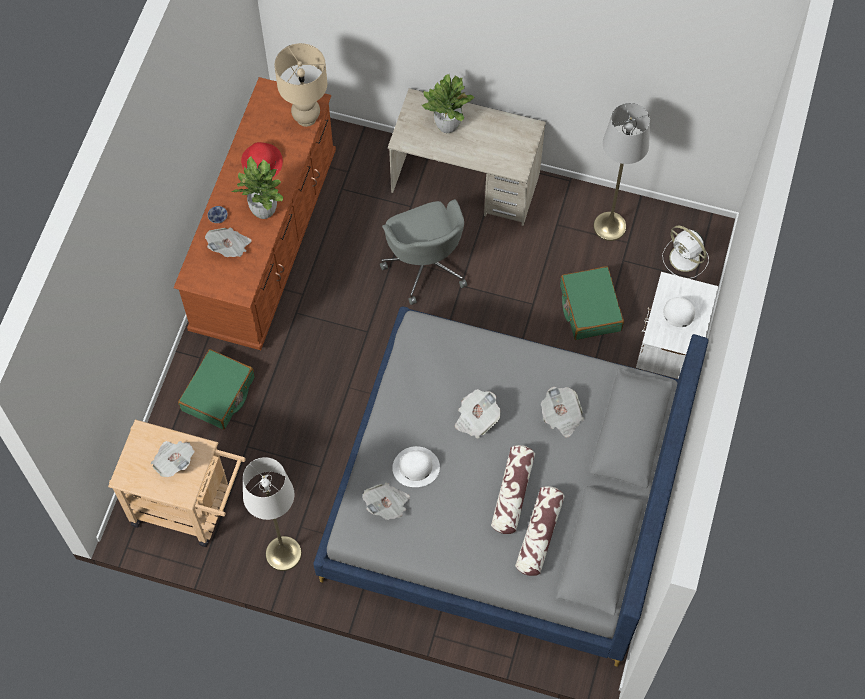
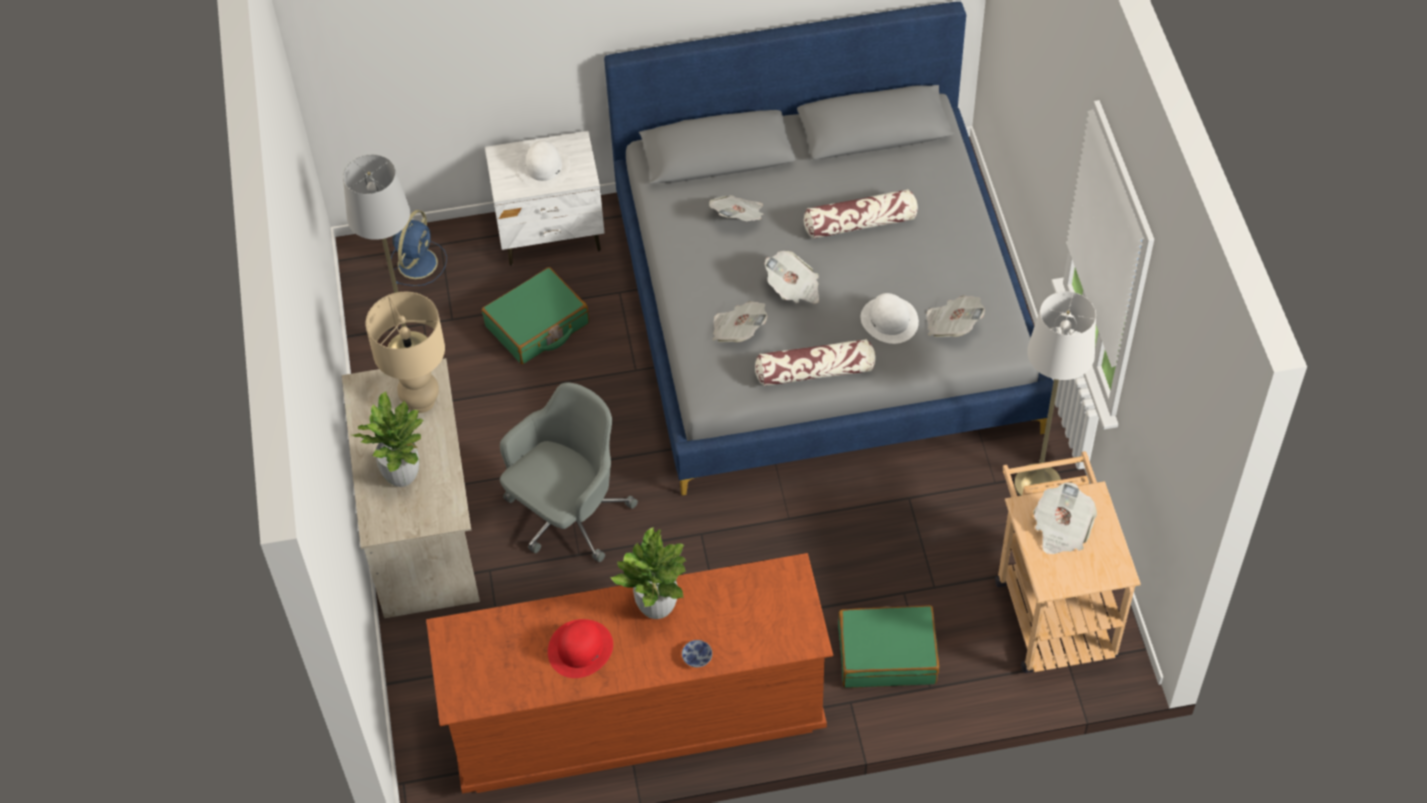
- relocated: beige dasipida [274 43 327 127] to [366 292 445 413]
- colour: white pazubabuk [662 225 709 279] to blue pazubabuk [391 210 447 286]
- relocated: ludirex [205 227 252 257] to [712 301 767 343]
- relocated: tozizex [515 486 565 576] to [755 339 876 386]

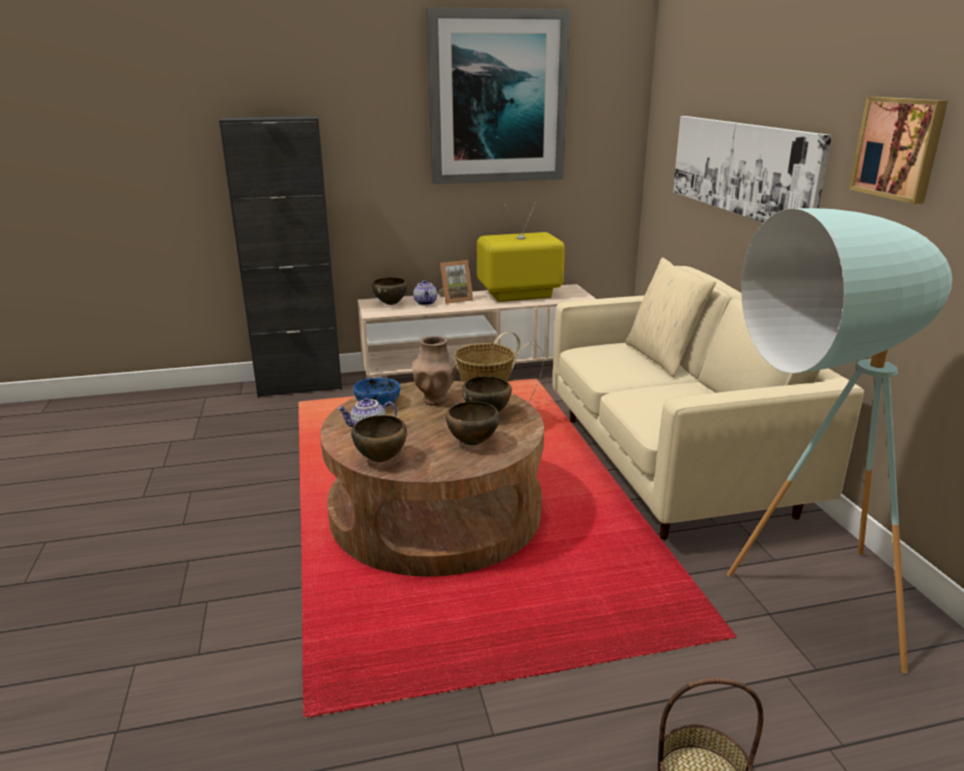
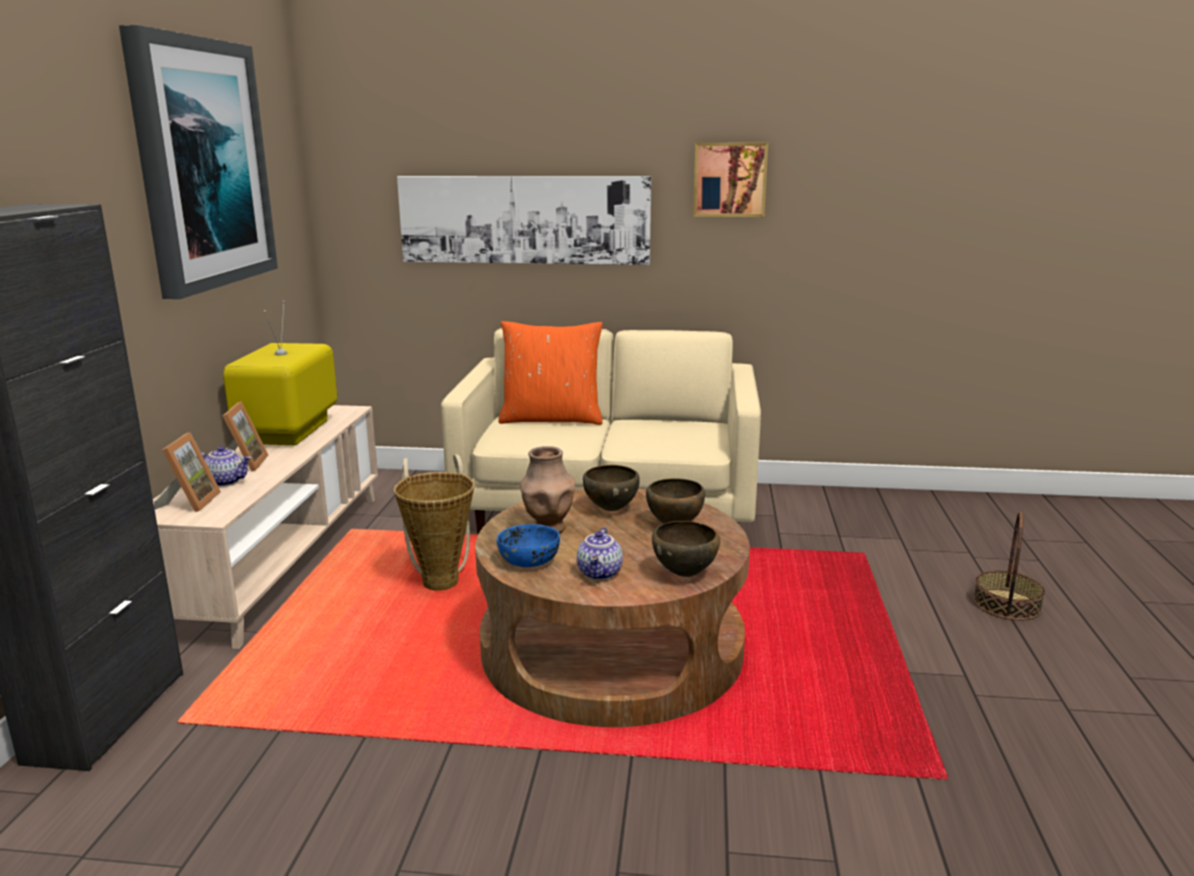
- missing: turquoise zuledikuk [727 208 952 674]
- colour: beige tozizex [625 257 716 377] to orange tozizex [499 321 603 425]
- exchanged: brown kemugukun [372 277 408 305] to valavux [154 432 221 512]

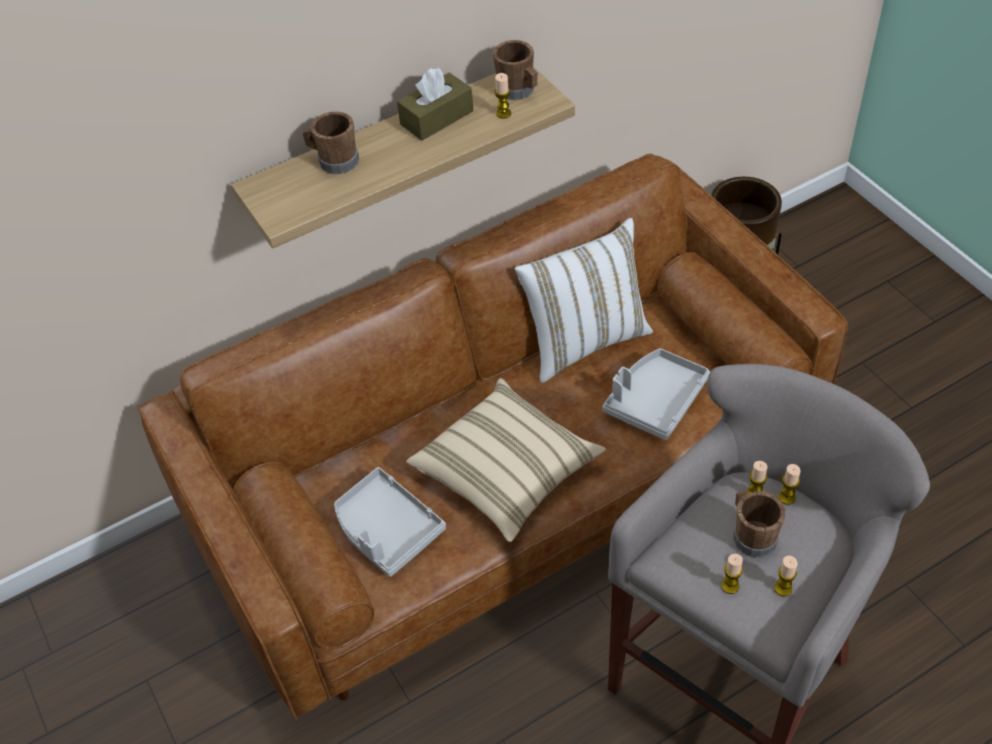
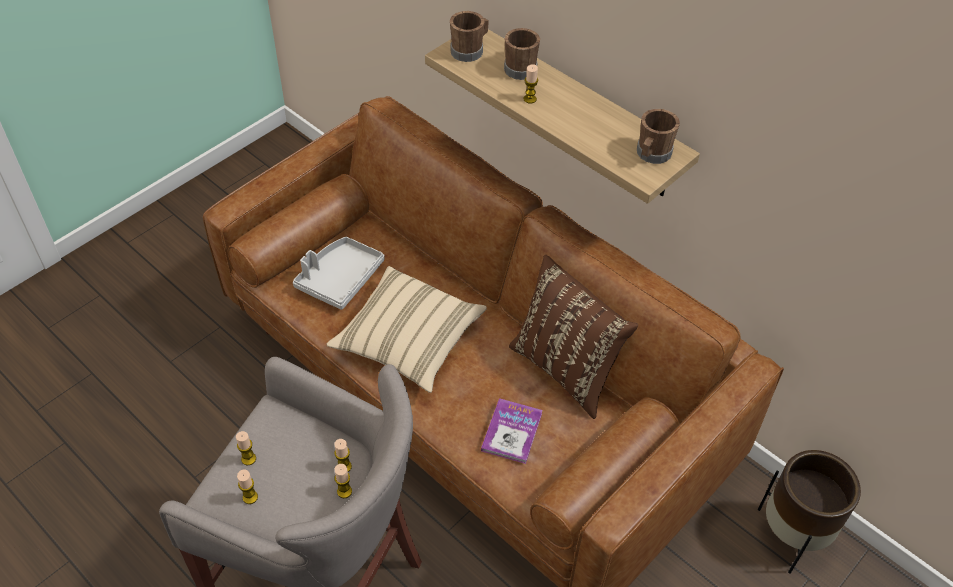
- missing: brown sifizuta [397 68 473 141]
- relocated: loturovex [495 73 511 119] to [523 64 538 104]
- colour: white tozizex [515 218 653 383] to brown tozizex [509 255 638 419]
- exchanged: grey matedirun [603 348 710 440] to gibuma [481 398 543 464]
- relocated: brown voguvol [733 490 785 557] to [450 11 489 62]

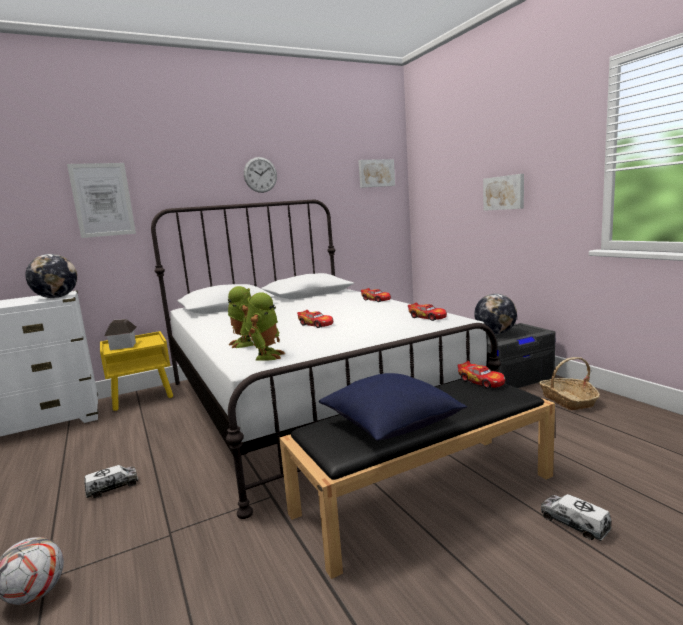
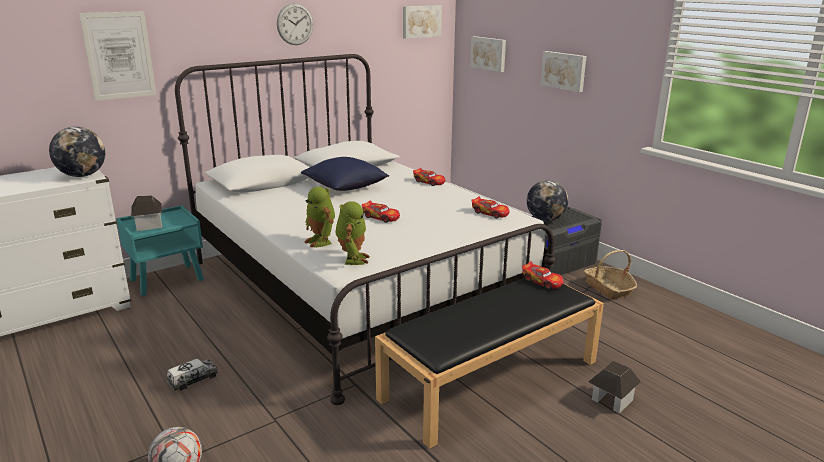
- colour: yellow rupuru [100 331 173 411] to turquoise rupuru [116 205 204 296]
- relocated: blue tozizex [319 373 467 441] to [301 157 389 191]
- exchanged: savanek [541 494 612 541] to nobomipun [589 361 641 414]
- appeared: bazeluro [470 36 506 72]

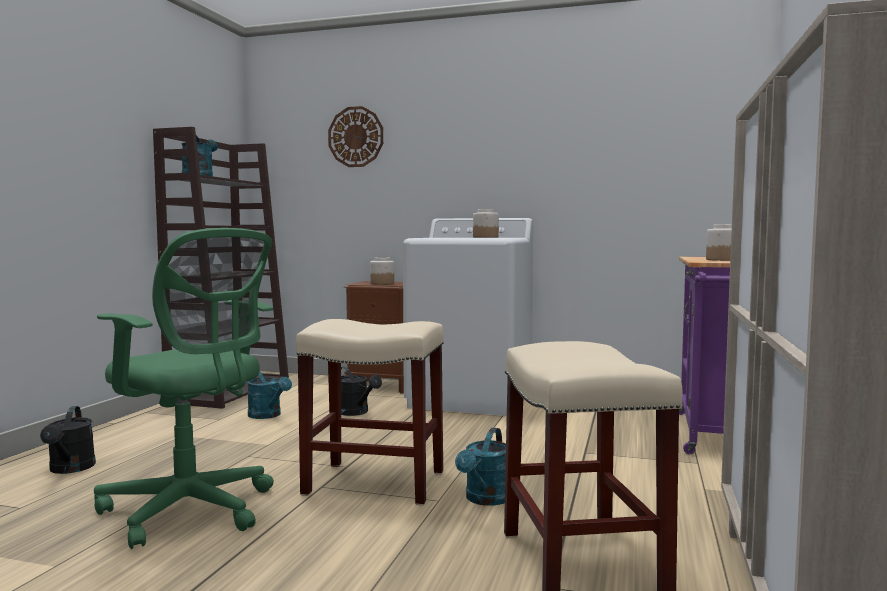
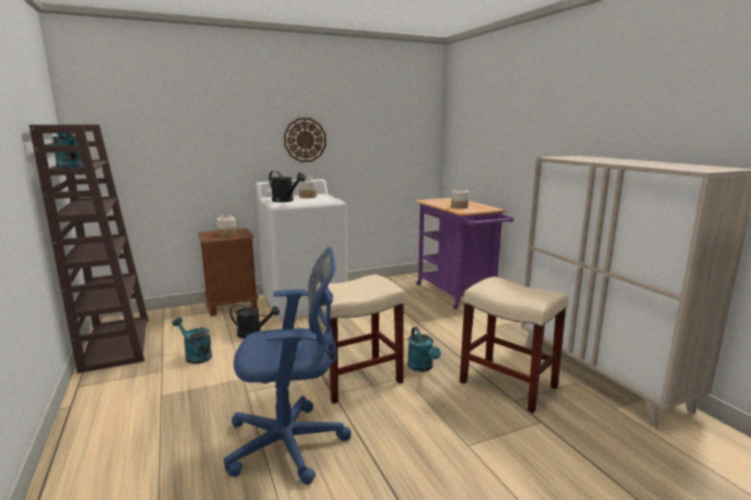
- relocated: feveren [328 106 383 167] to [284 118 326 162]
- colour: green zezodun [94 228 274 549] to blue zezodun [223 247 351 485]
- spun: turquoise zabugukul [247 372 292 419] = [172 317 212 364] 150 degrees counterclockwise
- relocated: black zabugukul [40 406 96 474] to [269 171 306 202]

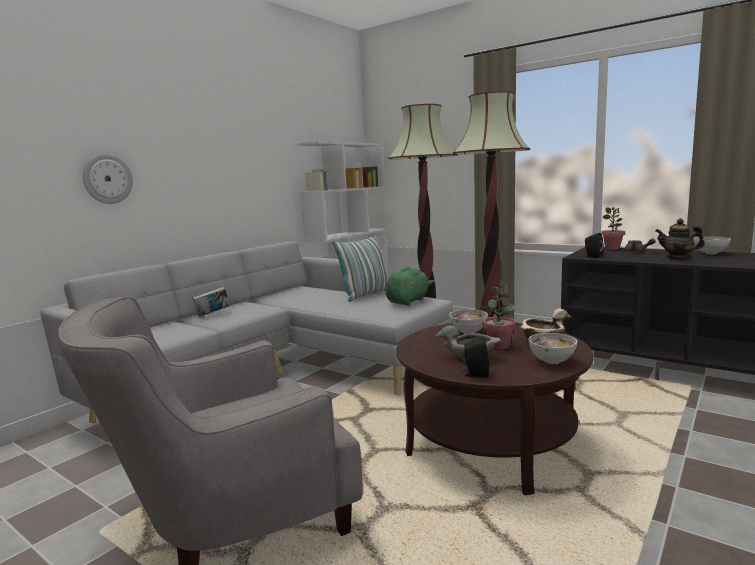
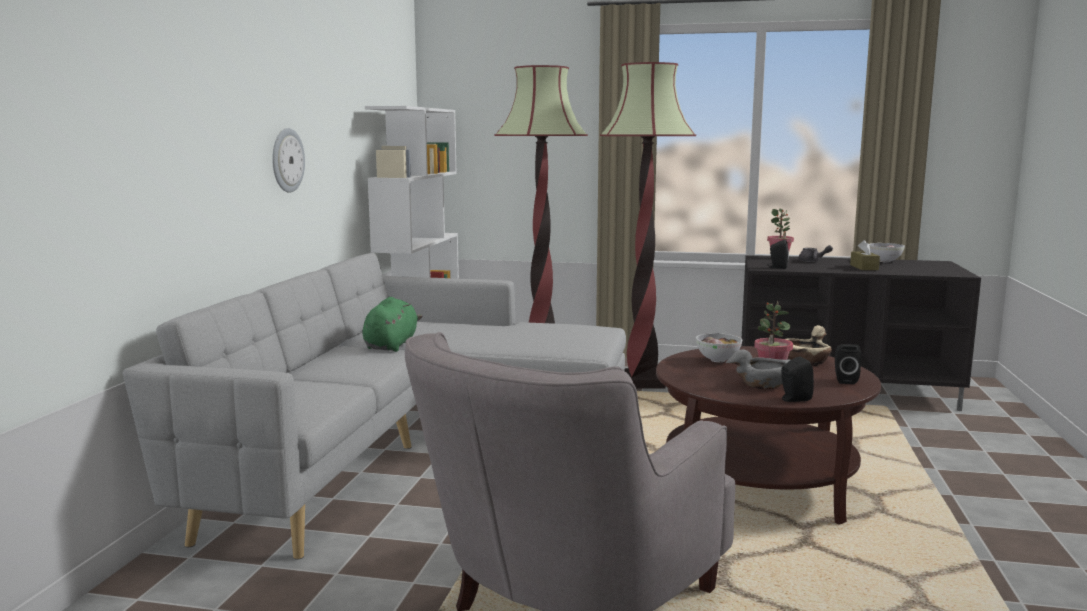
- relocated: feveren [83 154 133 204] to [272 128 305 193]
- exchanged: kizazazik [655 219 705 260] to brown sifizuta [850 240 880 270]
- missing: tozizex [333 236 388 302]
- relocated: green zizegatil [386 266 435 306] to [362 297 423 352]
- missing: gibuma [193 287 230 317]
- exchanged: kemugukun [529 333 577 364] to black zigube [835 344 861 384]

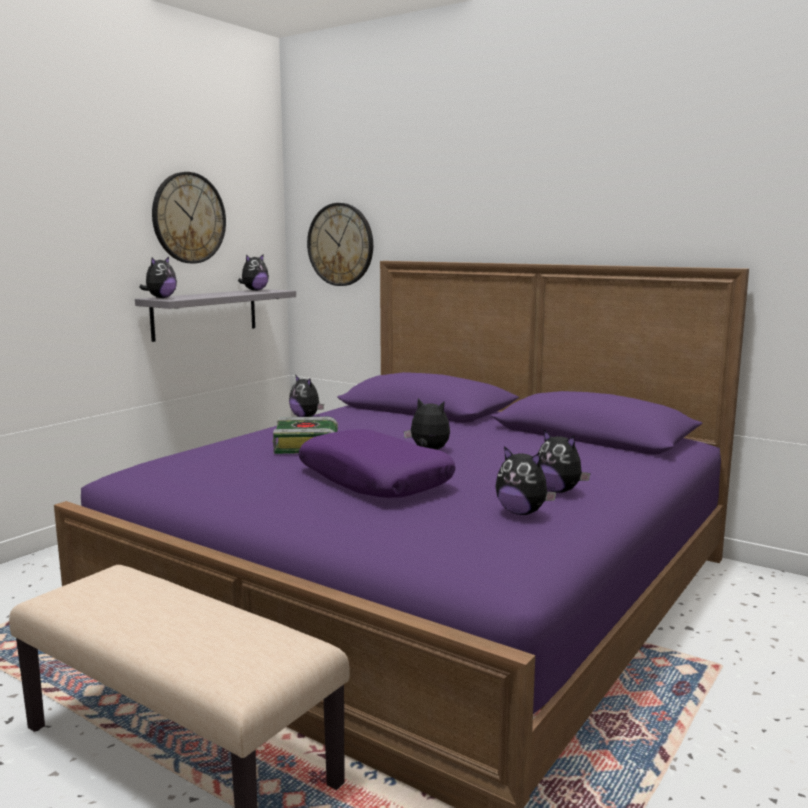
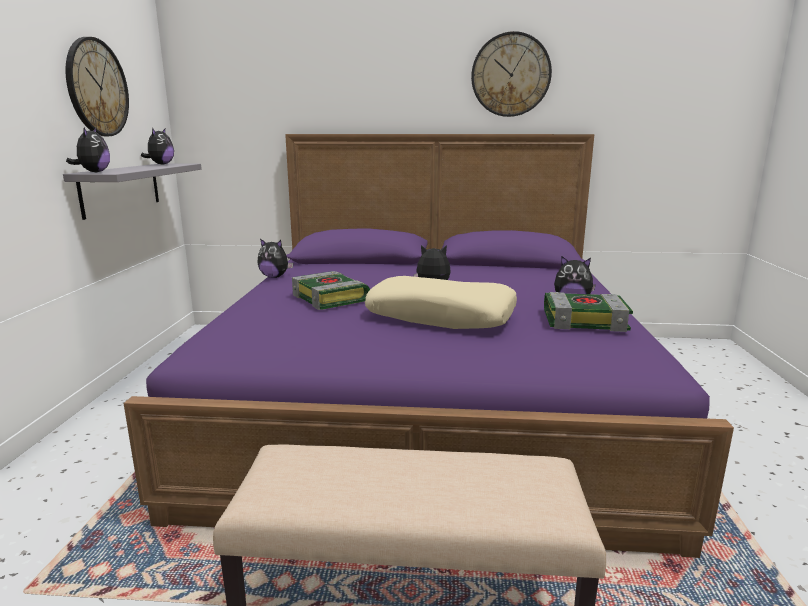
- relocated: feveren [307 203 373 286] to [471 31 552 117]
- colour: purple tozizex [299 429 455 498] to beige tozizex [365 276 517 329]
- exchanged: zizegatil [495 446 556 515] to gibuma [544 292 633 332]

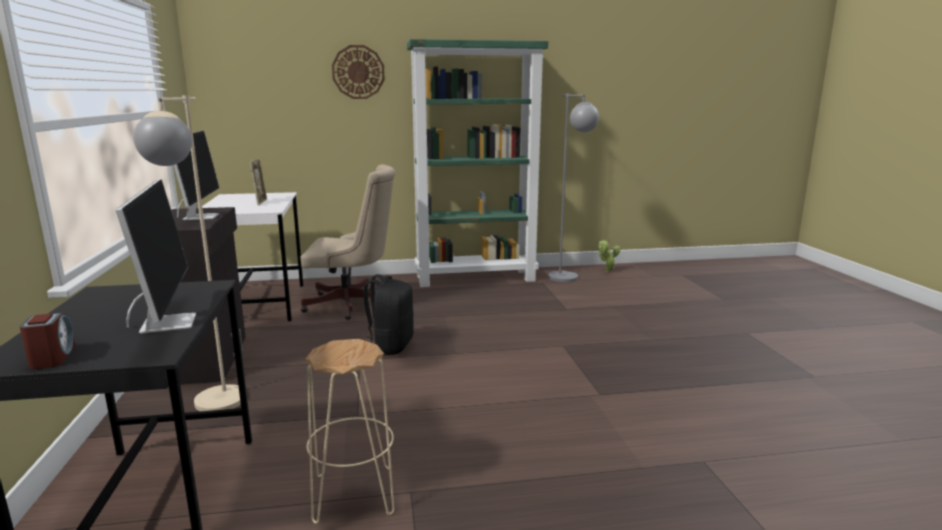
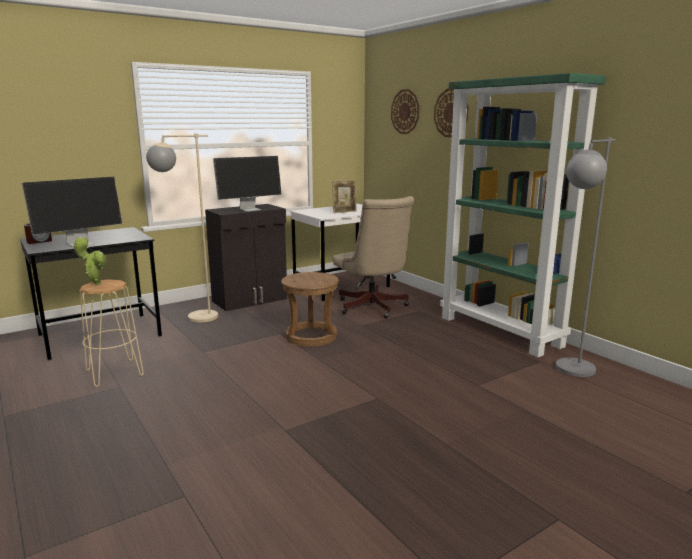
- relocated: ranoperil [598 240 620 272] to [74 237 107 285]
- exchanged: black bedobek [364 274 414 355] to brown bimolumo [281 272 339 347]
- appeared: feveren [391 89 419 134]

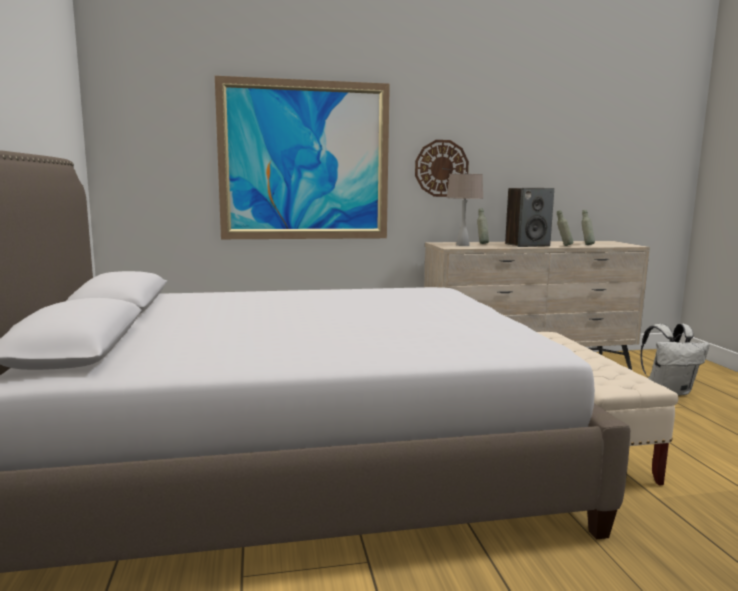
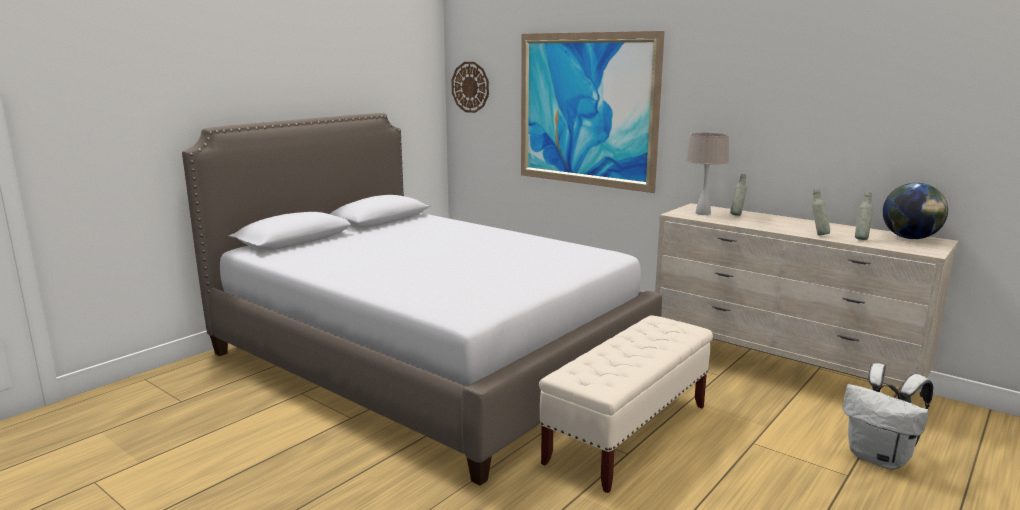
- relocated: feveren [415 140 469 197] to [451 62 489 113]
- missing: zigube [505 188 554 247]
- appeared: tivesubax [883 183 948 239]

